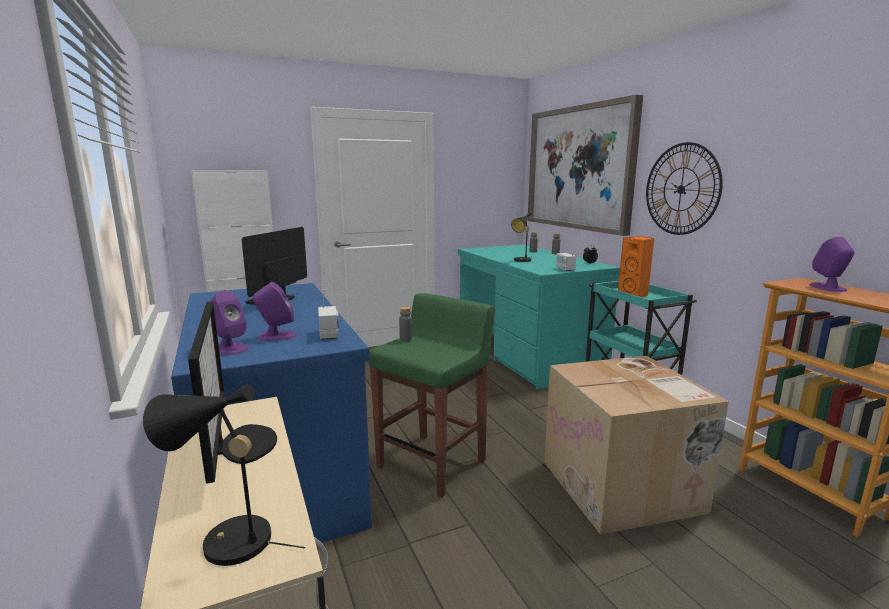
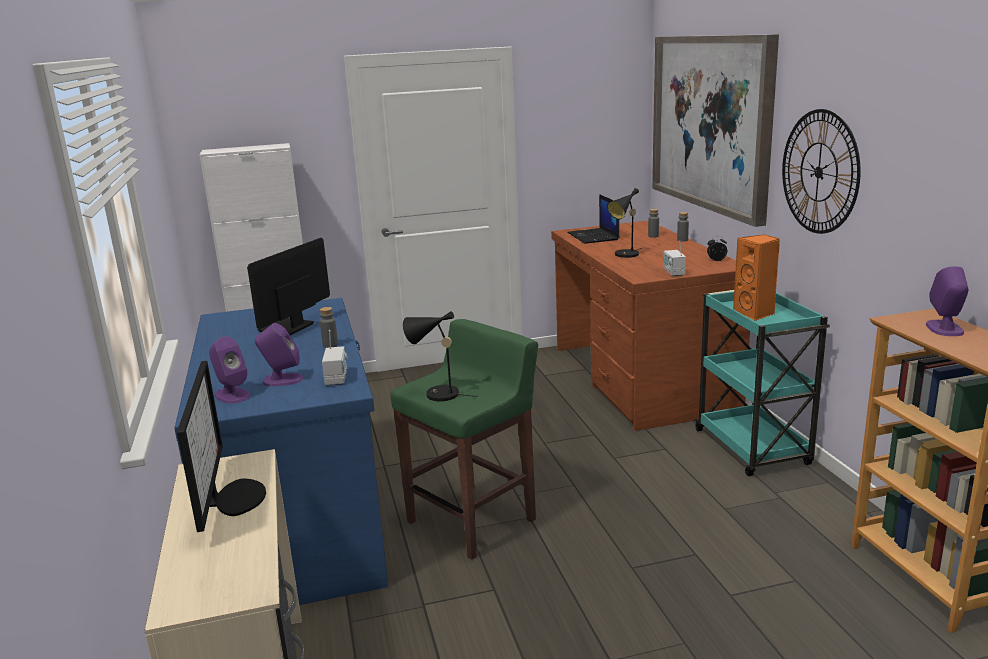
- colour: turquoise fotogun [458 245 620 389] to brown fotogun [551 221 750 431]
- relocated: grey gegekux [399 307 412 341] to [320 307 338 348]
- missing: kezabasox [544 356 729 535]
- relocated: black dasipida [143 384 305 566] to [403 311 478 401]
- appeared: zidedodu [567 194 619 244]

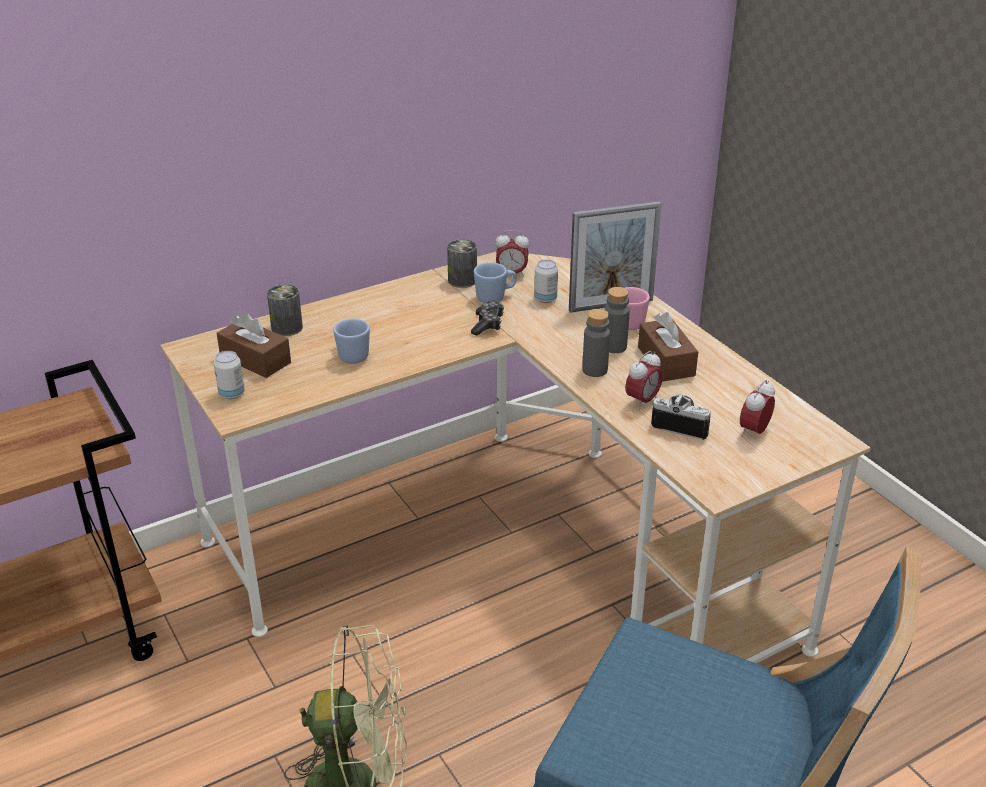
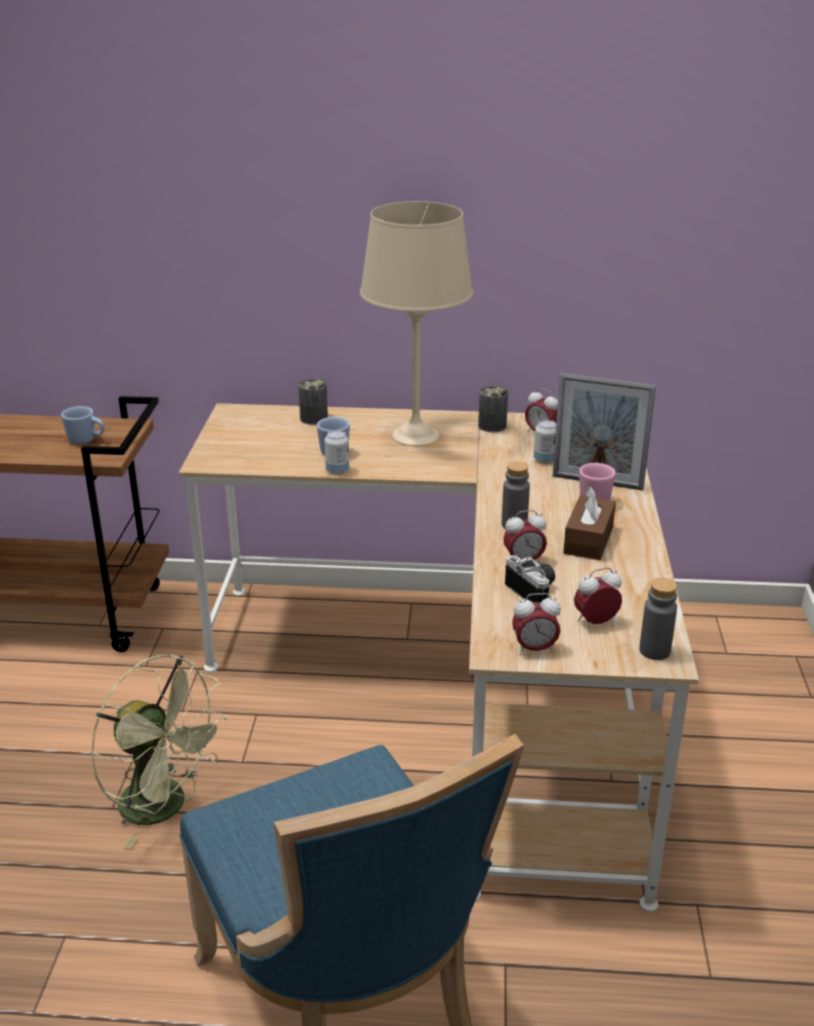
- relocated: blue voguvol [474 262 517 303] to [61 406 105 445]
- relocated: grey gegekux [604 287 630 353] to [639 578 677 660]
- missing: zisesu [471 301 504 335]
- missing: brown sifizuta [217 312 291 378]
- relocated: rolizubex [214 351 245 399] to [324 430 349 475]
- appeared: beige dasipida [360 201 473 446]
- appeared: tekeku [512 593 561 655]

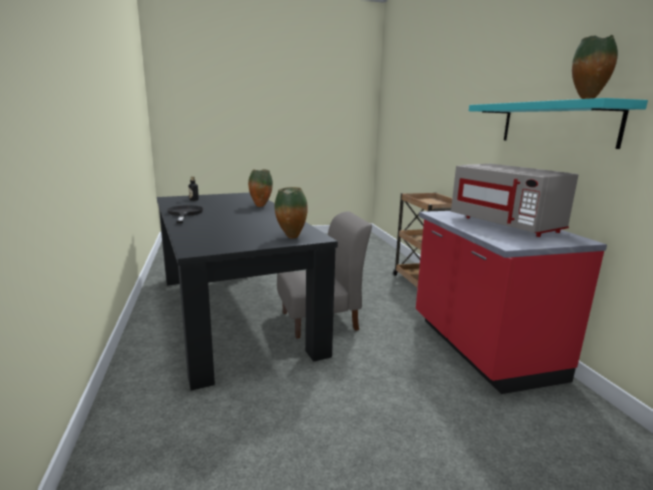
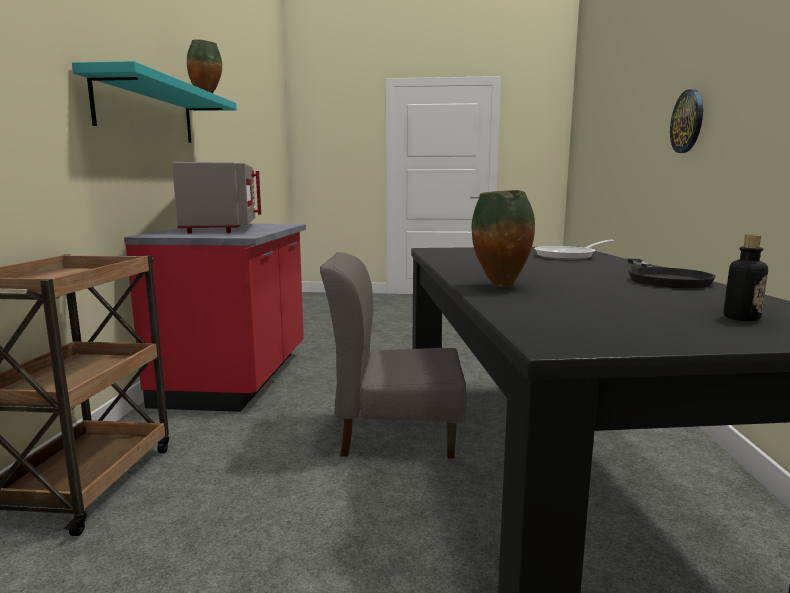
- missing: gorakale [274 187 308 239]
- appeared: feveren [670 89 703 153]
- appeared: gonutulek [534 240 614 260]

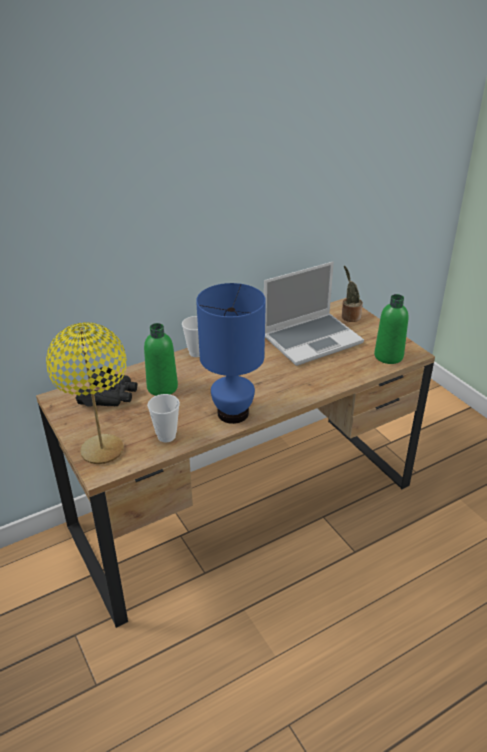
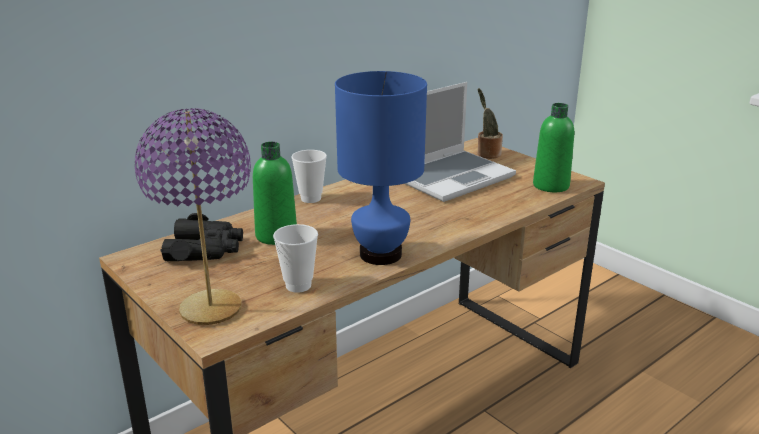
- colour: yellow dasipida [46 322 127 464] to purple dasipida [135 108 251 325]

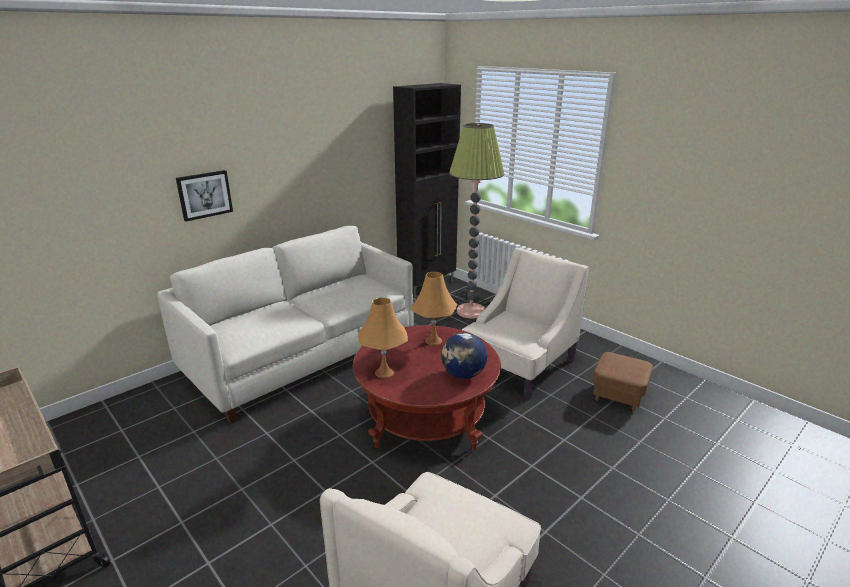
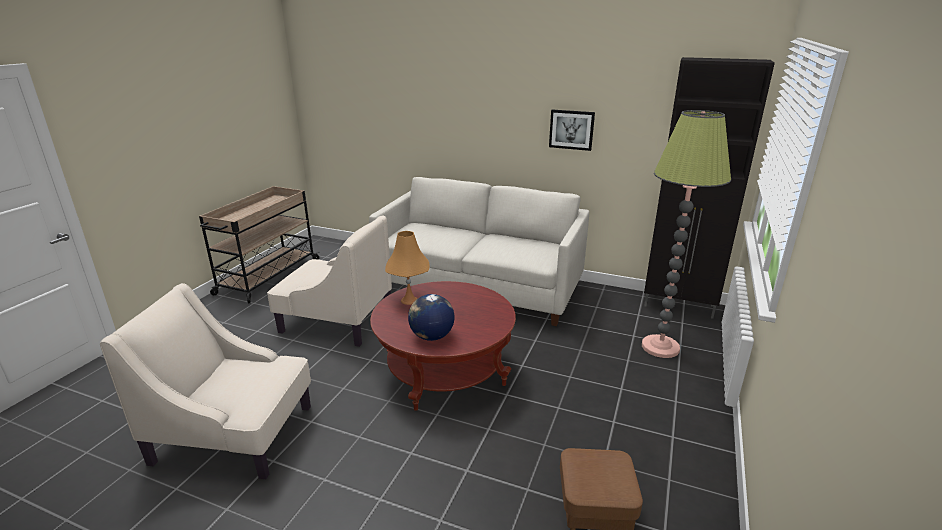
- relocated: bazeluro [176 170 233 222] to [549 110 595 151]
- relocated: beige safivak [462 247 589 401] to [267 216 392 347]
- missing: orange dasipida [410 272 457 345]

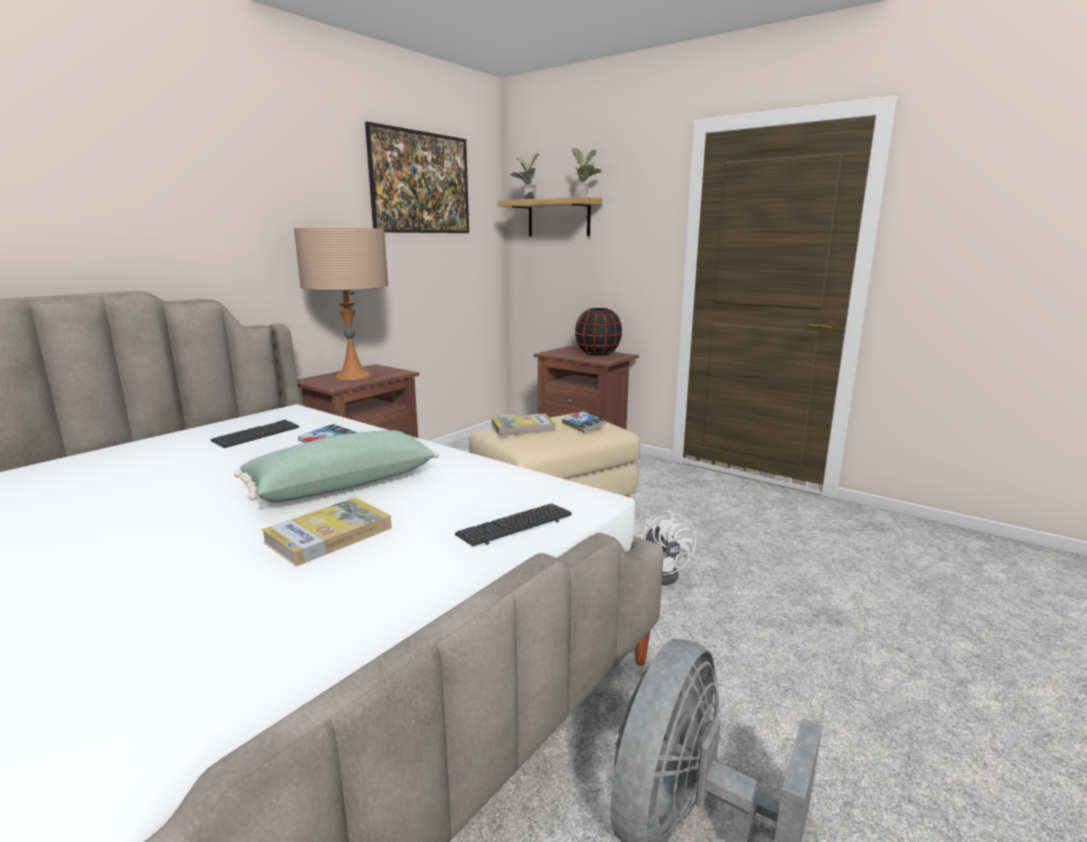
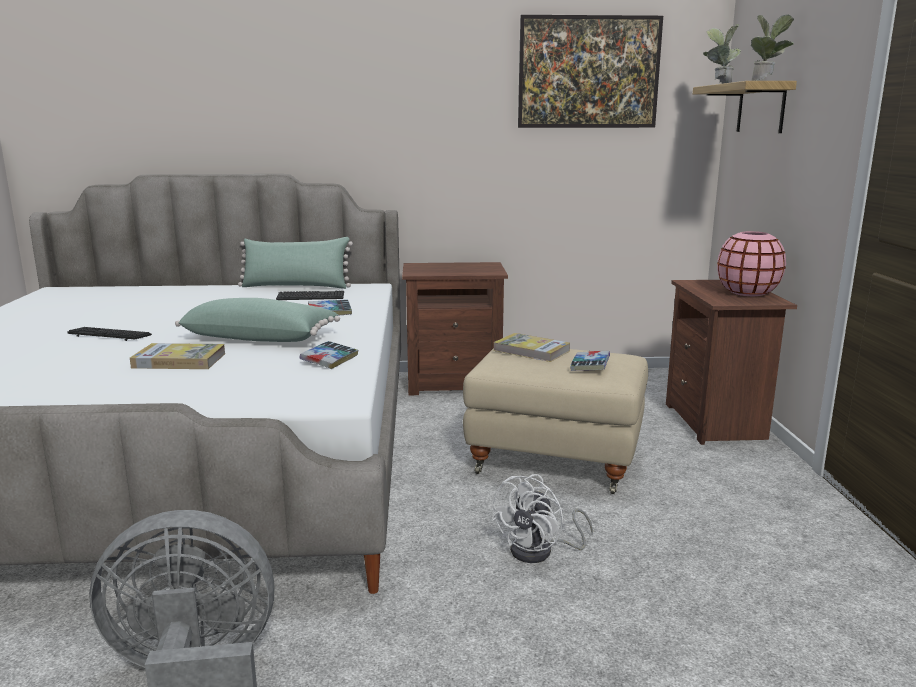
- missing: beige dasipida [294 228 388 380]
- colour: black gorakale [575 308 622 355] to pink gorakale [717 231 786 296]
- relocated: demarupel [455 503 572 546] to [68 327 152 341]
- appeared: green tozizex [238 237 353 289]
- appeared: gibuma [300 341 358 369]

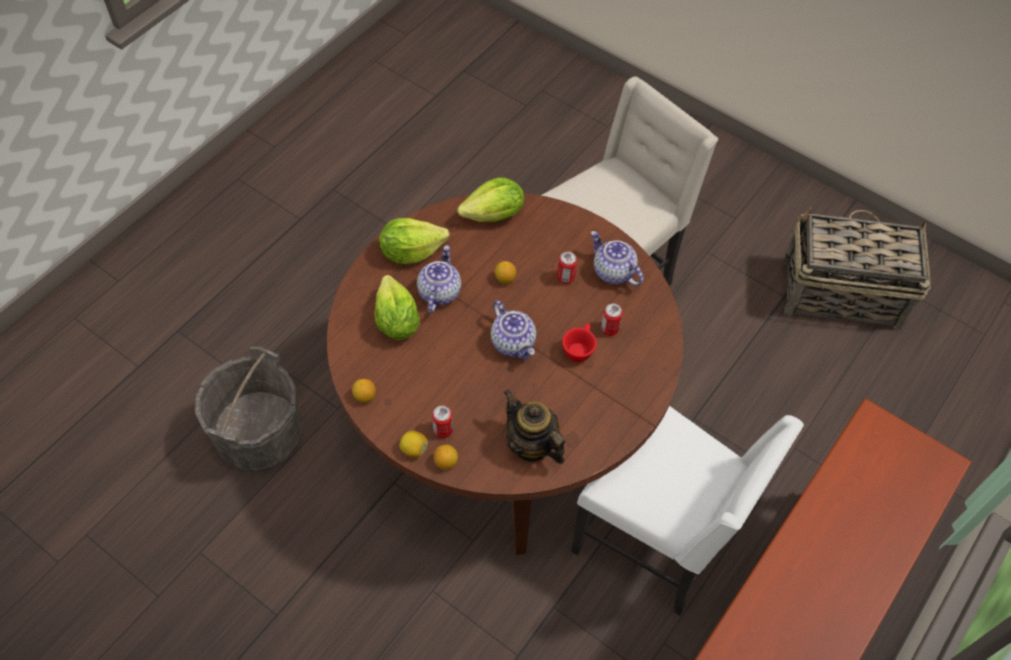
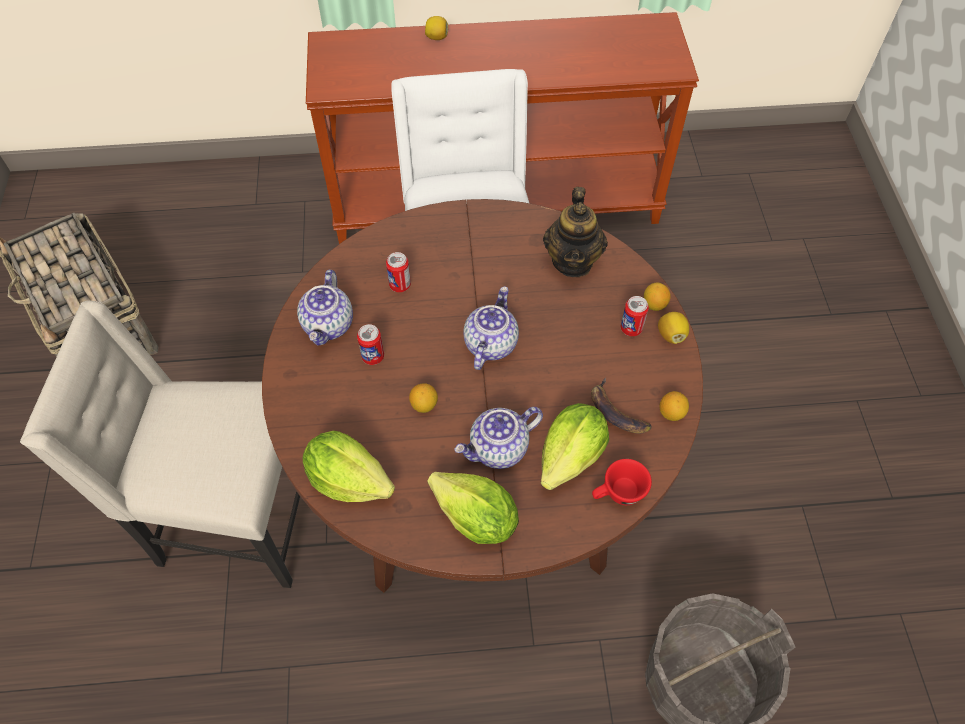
- relocated: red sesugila [562 323 597 362] to [592 459 652 505]
- appeared: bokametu [425 16 448 40]
- appeared: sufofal [591 378 652 434]

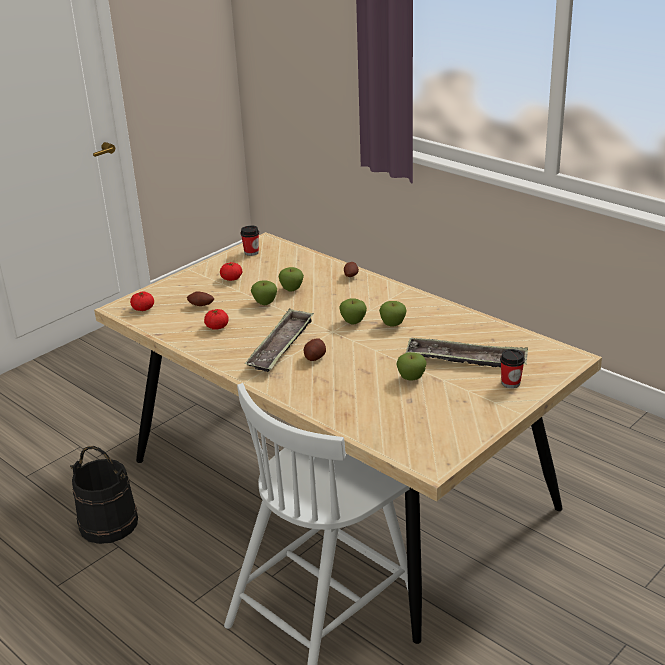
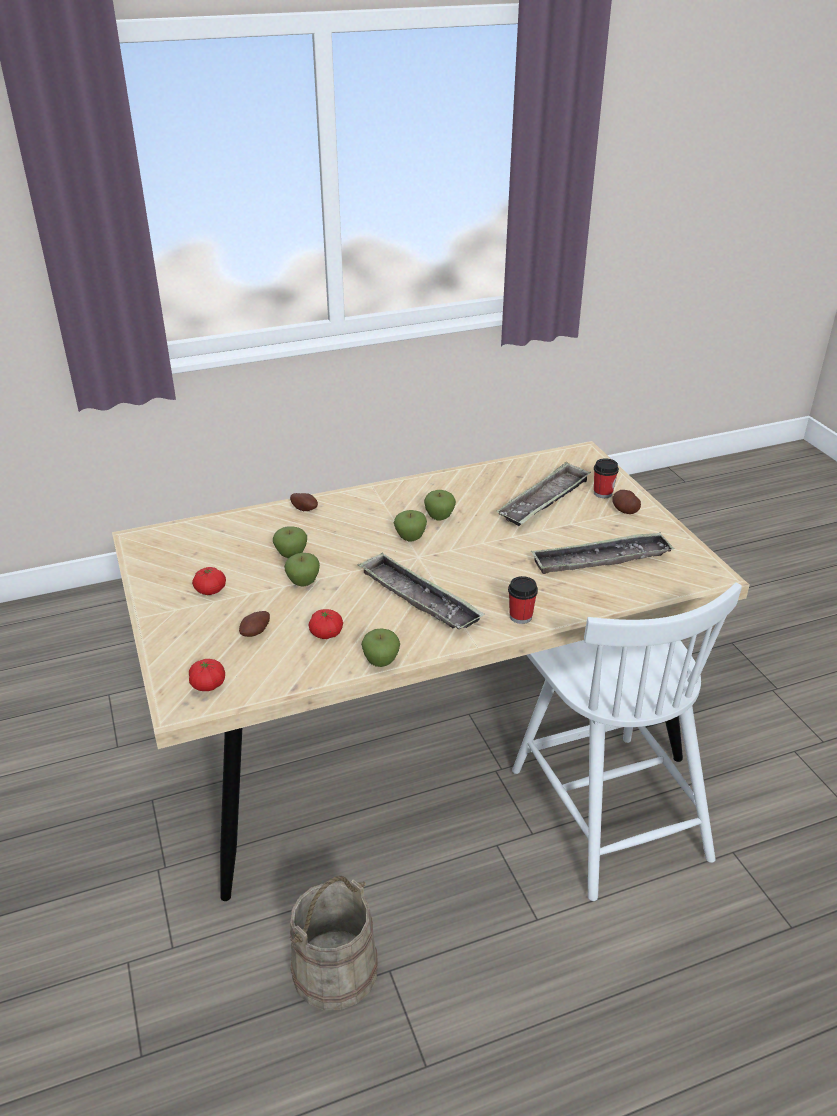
- relocated: sesugila [241 225 259 256] to [508 576 538 624]
- relocated: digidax [304 338 326 361] to [612 490 641 514]
- relocated: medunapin [396 352 427 381] to [361 628 400 667]
- colour: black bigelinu [70 446 138 544] to beige bigelinu [290 876 378 1010]
- appeared: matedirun [531 532 674 574]

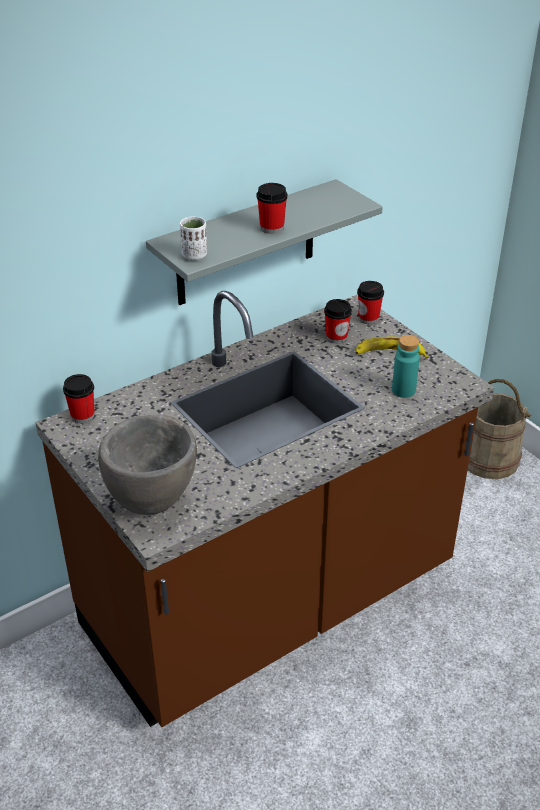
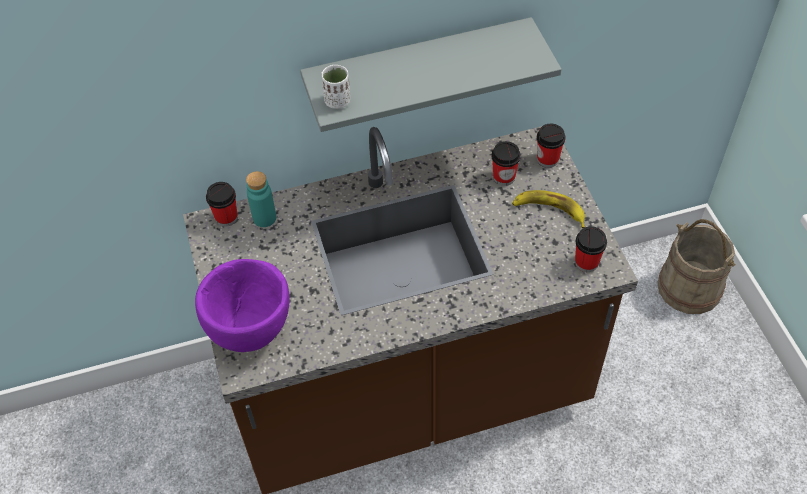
- relocated: sesugila [257 183 288 234] to [575 226 607 272]
- relocated: turquoise gegekux [392 335 420 398] to [246 171 276 227]
- colour: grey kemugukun [98 414 197 515] to purple kemugukun [195 259 290 352]

